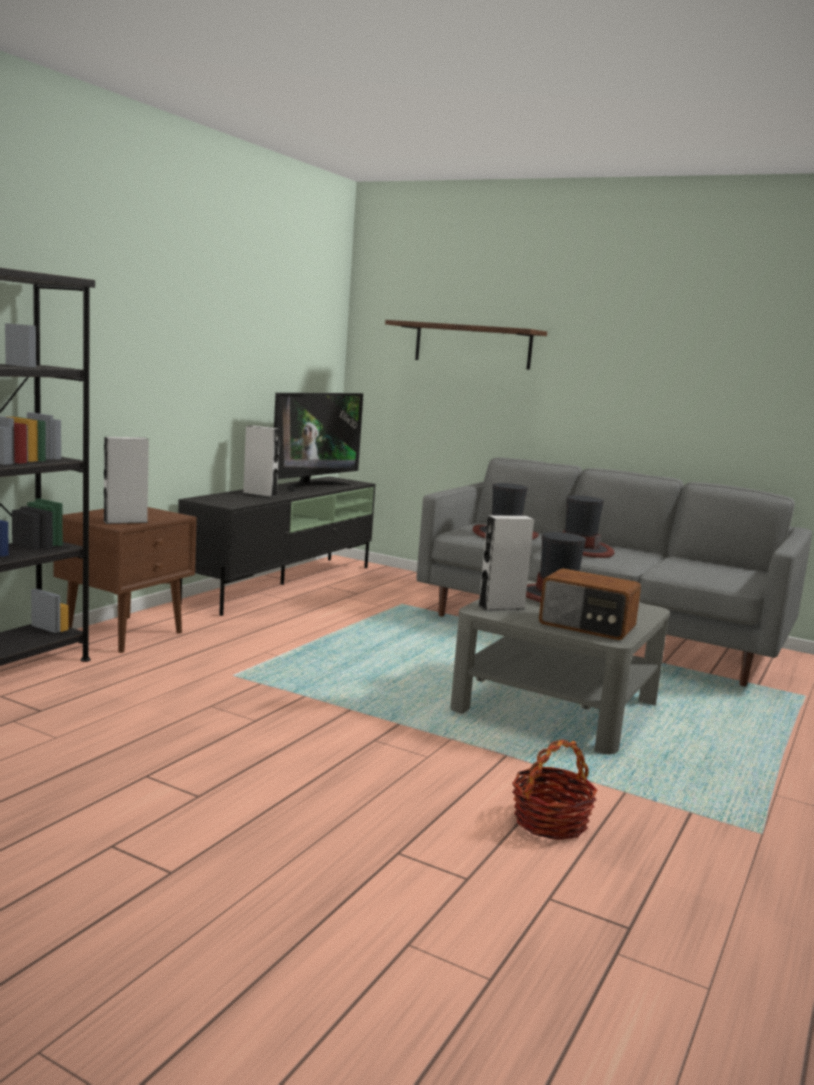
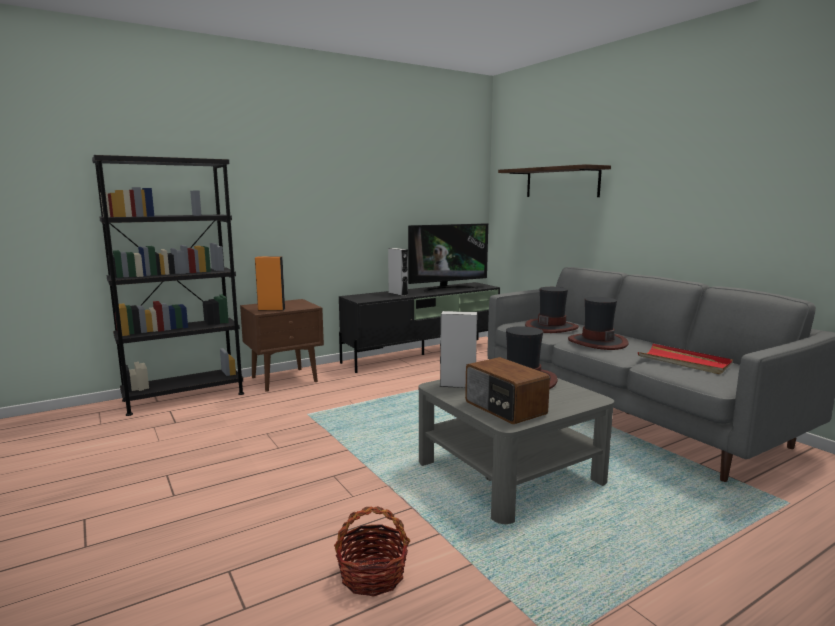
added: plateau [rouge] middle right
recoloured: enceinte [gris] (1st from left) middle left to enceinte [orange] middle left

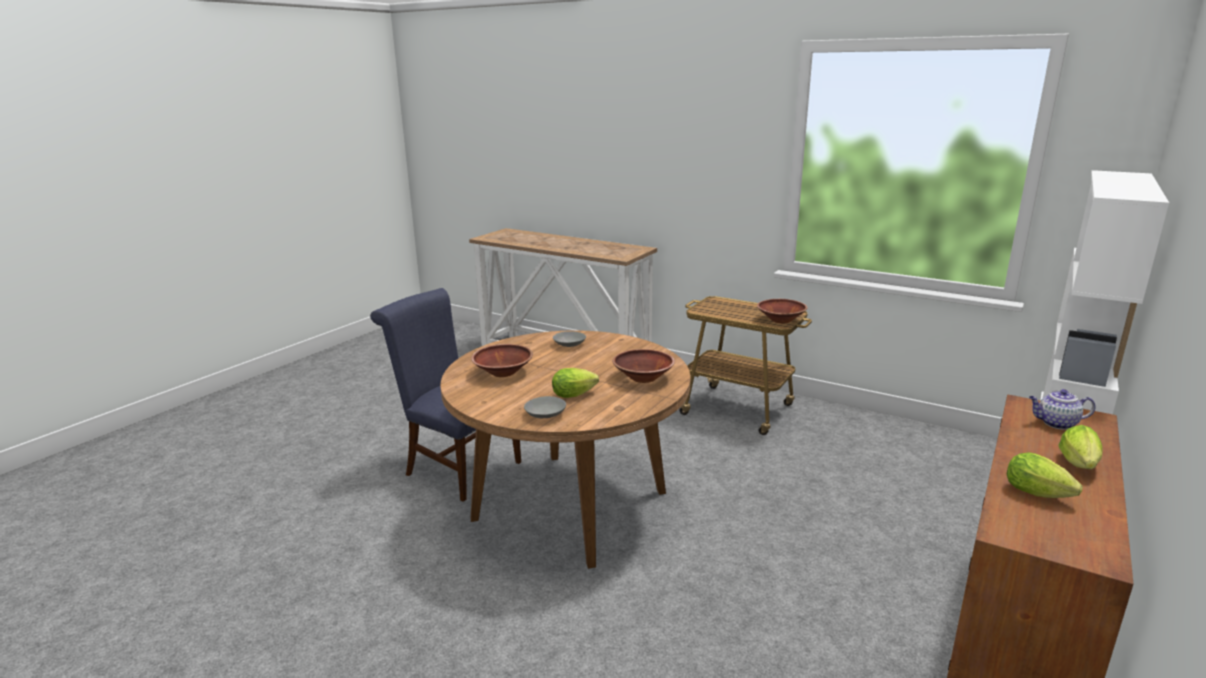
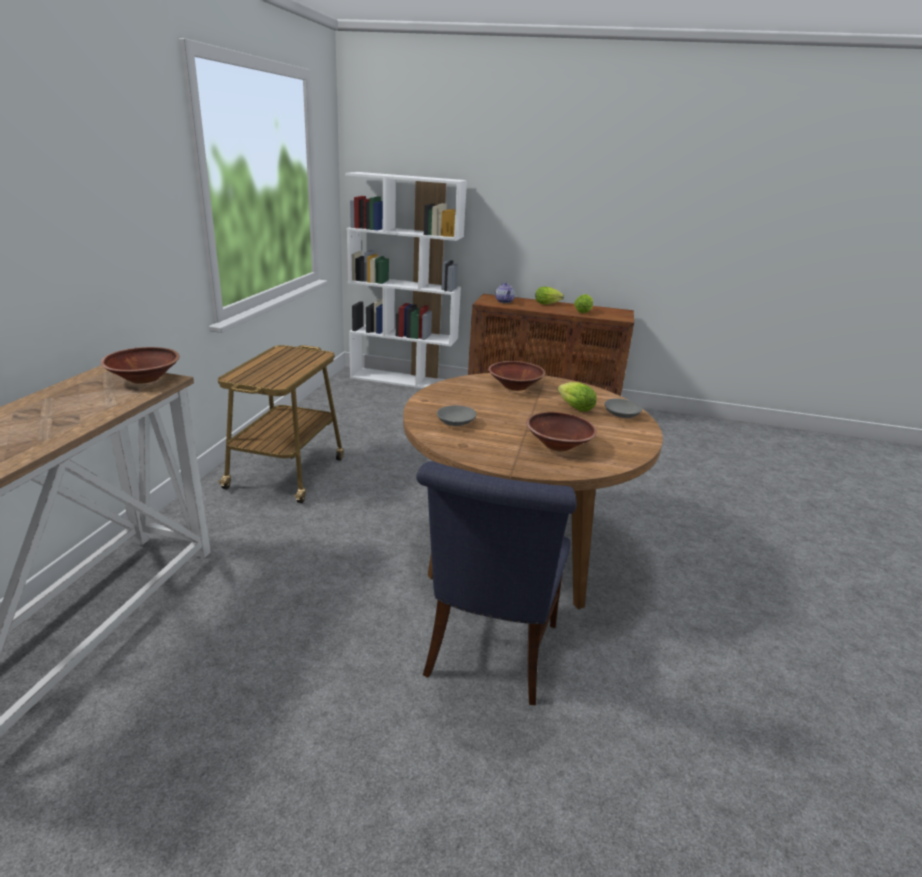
moved: bol [marron] (3rd from left in the first image) centre to bol [marron] (1st from left) middle left

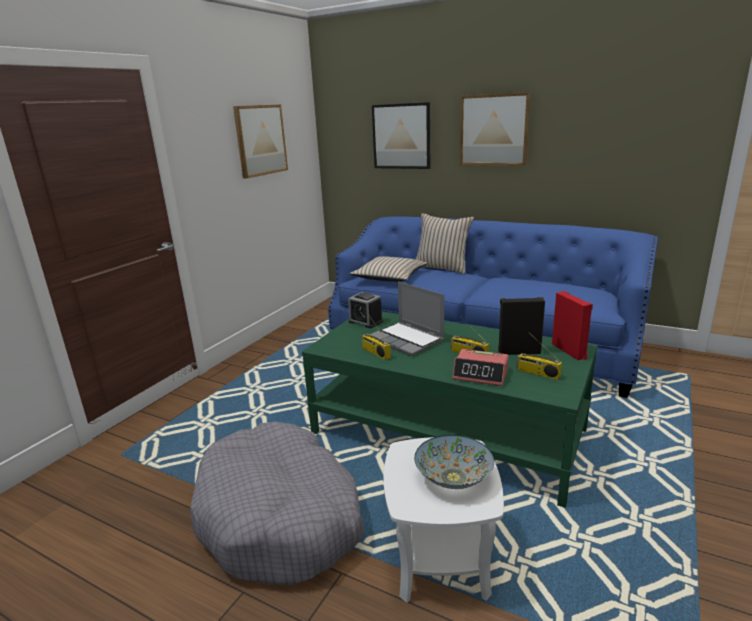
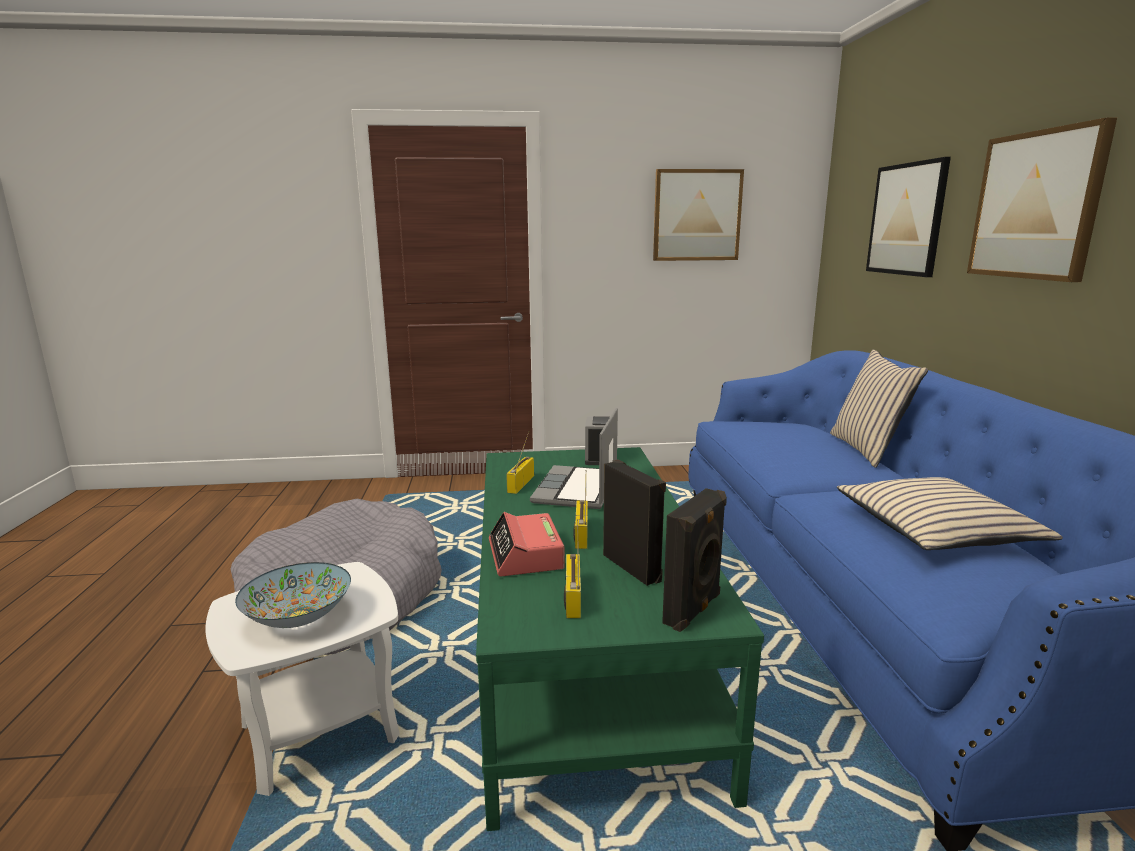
moved: coussin [beige] (1st from left in the first image) centre to coussin [beige] (2nd from left) middle right
recoloured: enceinte [rouge] middle right to enceinte [noir] (2nd from left) centre

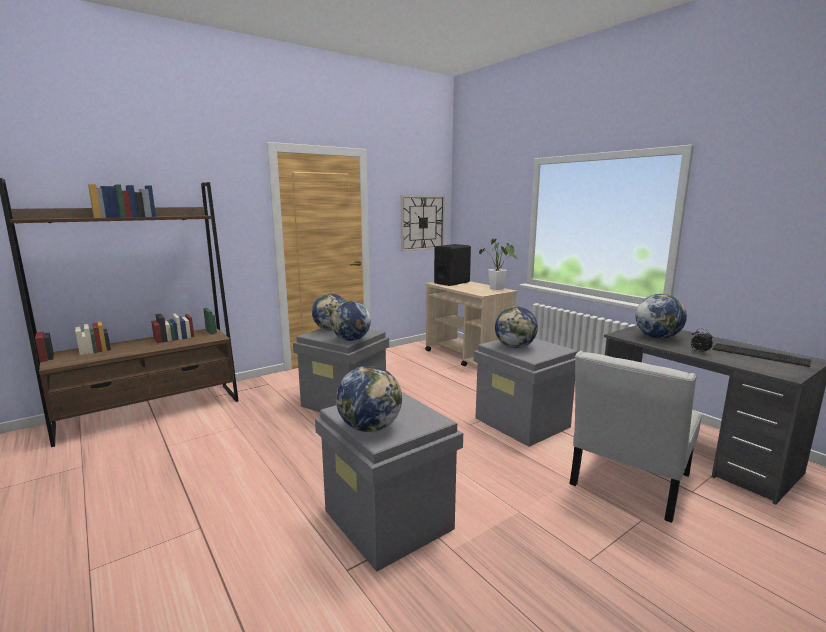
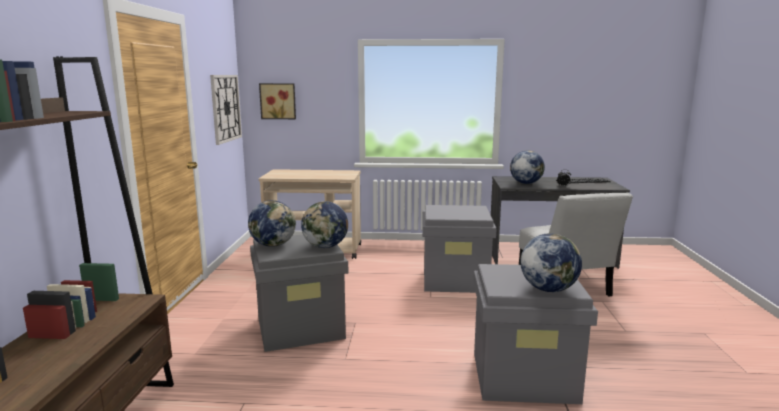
removed: enceinte [noir] centre; plante en pot centre; globe (4th from left) centre
added: tableau top centre

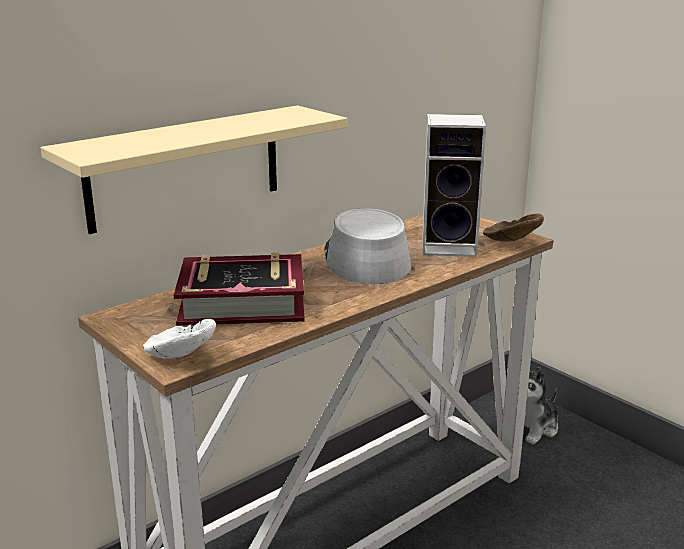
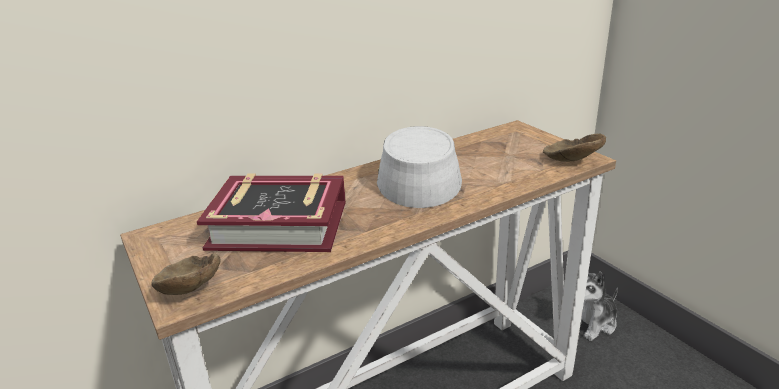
removed: étagère [beige] top left; enceinte centre
recoloured: bol [blanc] middle left to bol [marron] (1st from left) bottom left

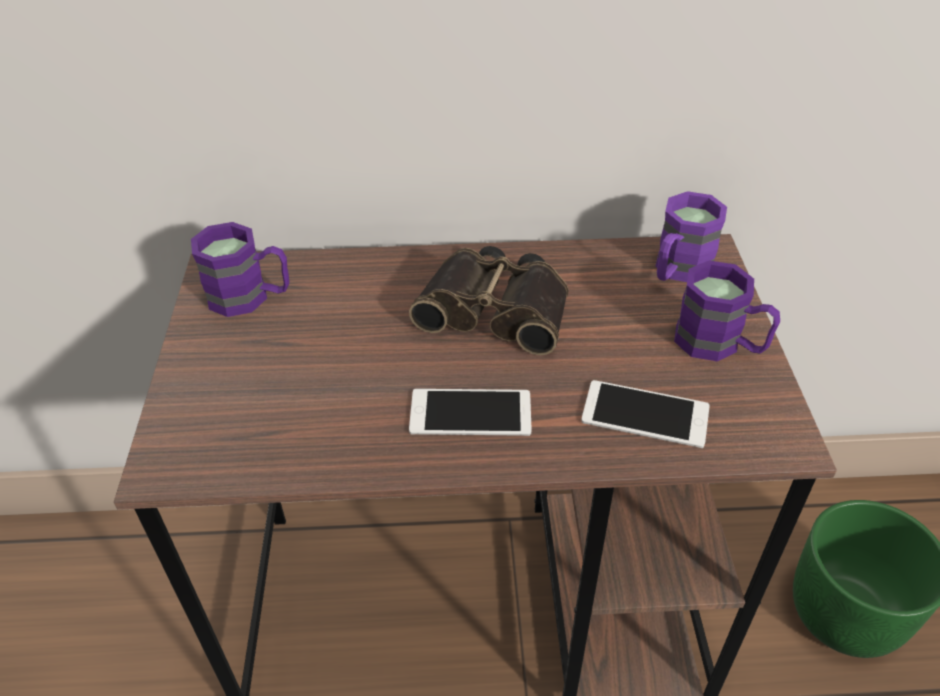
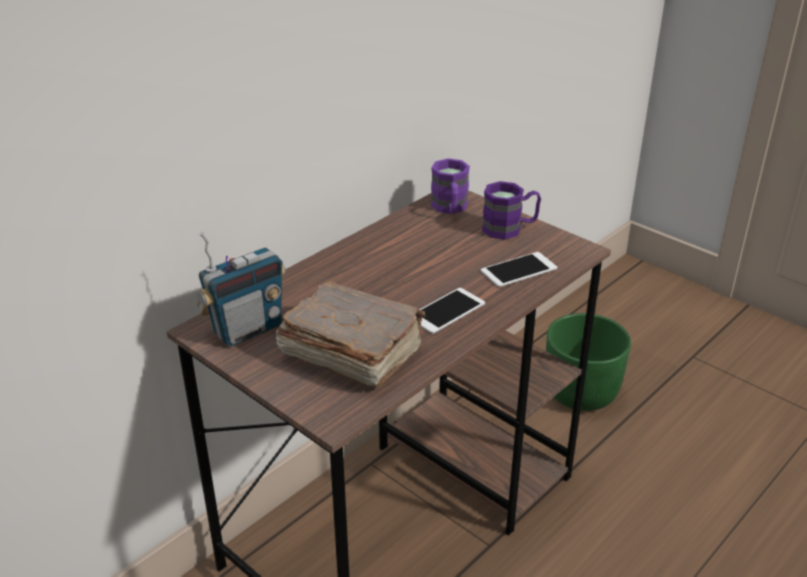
removed: jumelles centre
added: livre [marron] centre
replaced: mug [violet] (1st from left) middle left to radio middle left

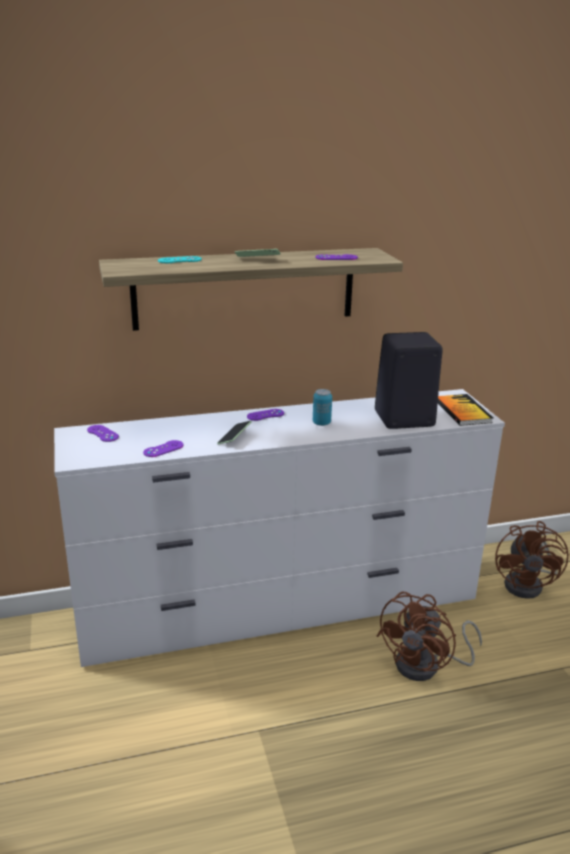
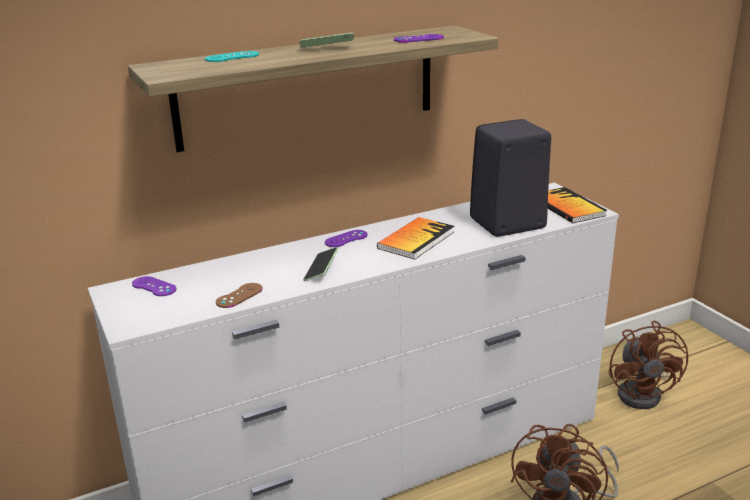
replaced: boîte métallique centre to livre (1st from left) centre
recoloured: manette [violet] (2nd from left) middle left to manette [marron] middle left

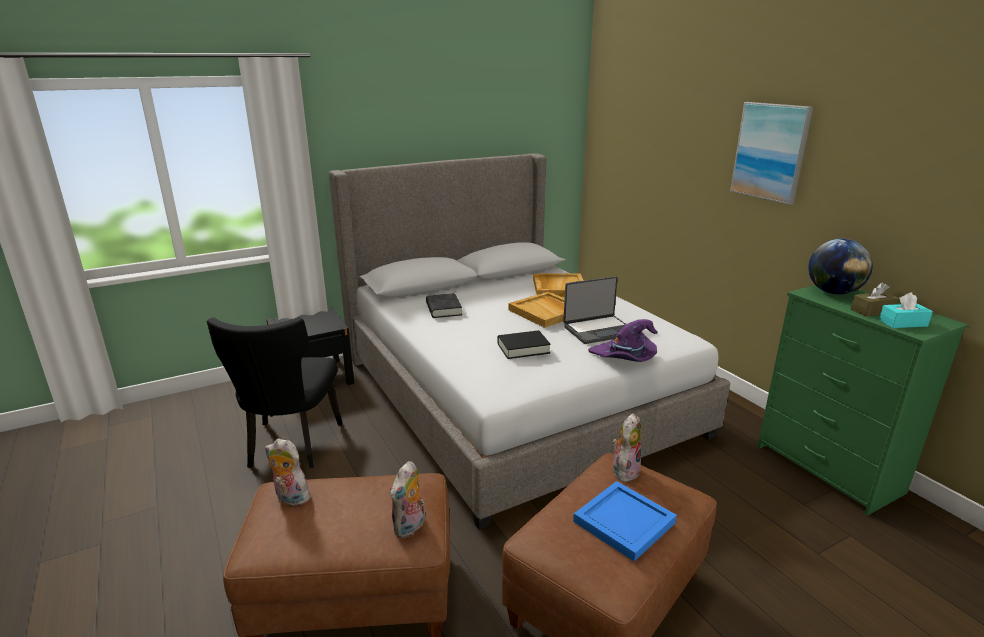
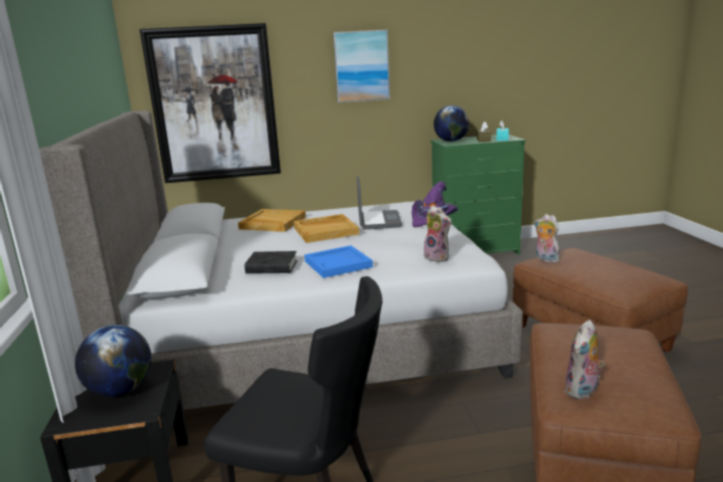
removed: livre [noir] (2nd from left) centre
added: globe (1st from left) bottom left; tableau (1st from left) top left
moved: peluche (2nd from left in the first image) bottom centre to peluche (1st from left) centre; plateau [bleu] bottom centre to centre

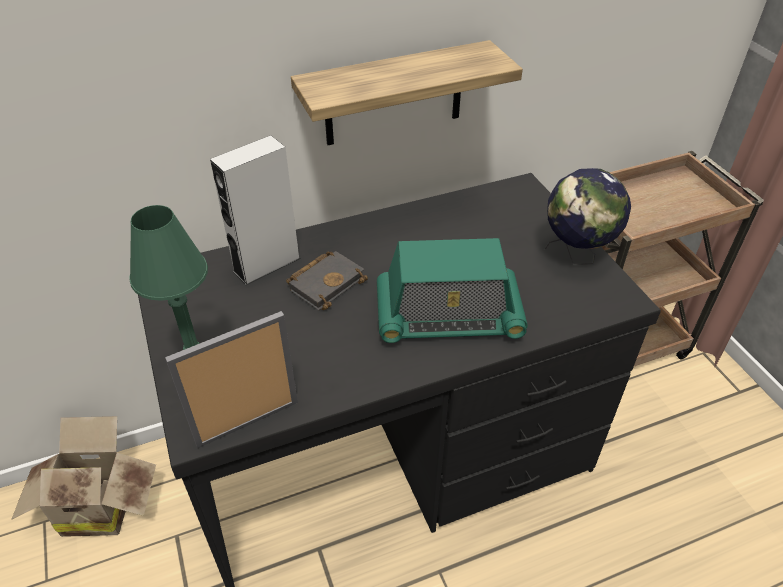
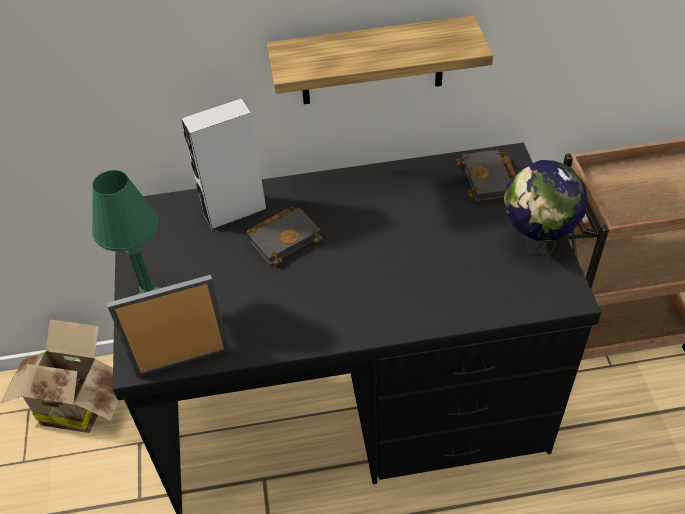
removed: radio centre
added: livre [noir] (2nd from left) middle right

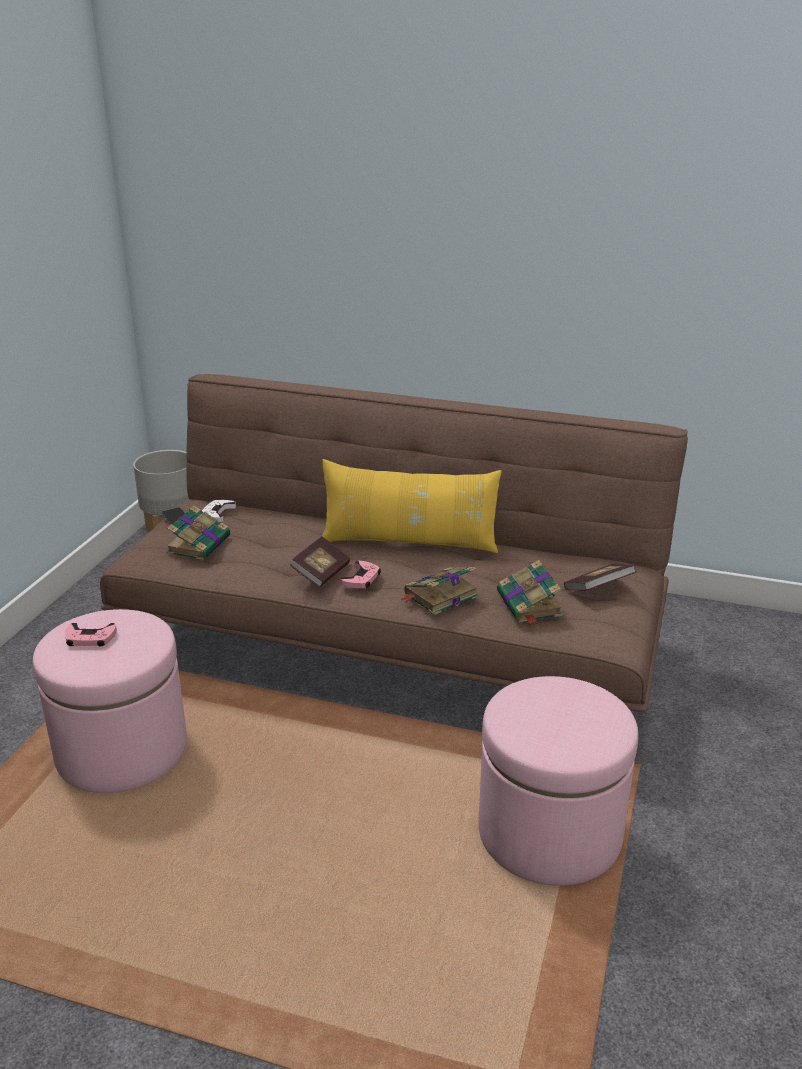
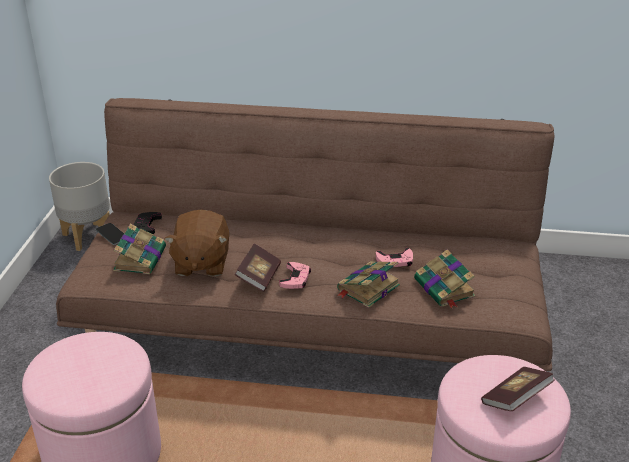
removed: coussin [jaune] centre
added: peluche [marron] middle left
moved: manette [rose] (1st from left in the first image) middle left to manette [rose] (2nd from left) centre; livre (5th from left) middle right to bottom right
recoloured: manette [blanc] middle left to manette [noir] middle left

